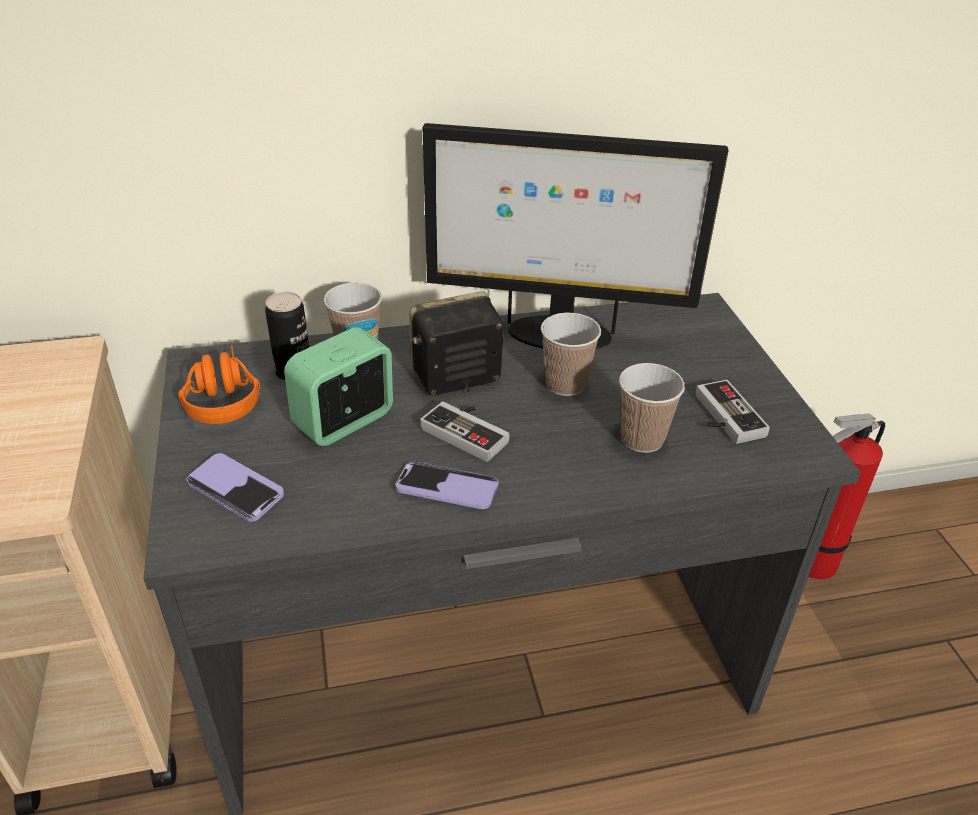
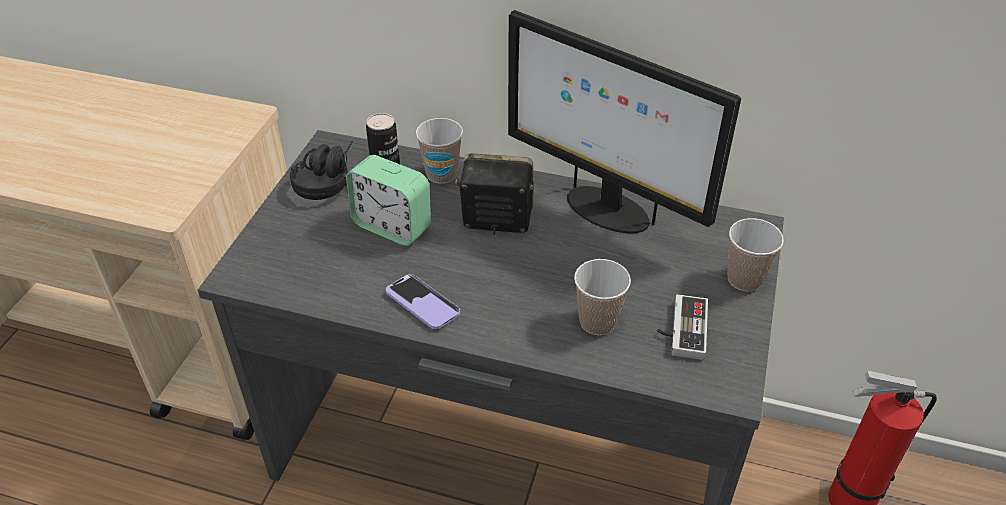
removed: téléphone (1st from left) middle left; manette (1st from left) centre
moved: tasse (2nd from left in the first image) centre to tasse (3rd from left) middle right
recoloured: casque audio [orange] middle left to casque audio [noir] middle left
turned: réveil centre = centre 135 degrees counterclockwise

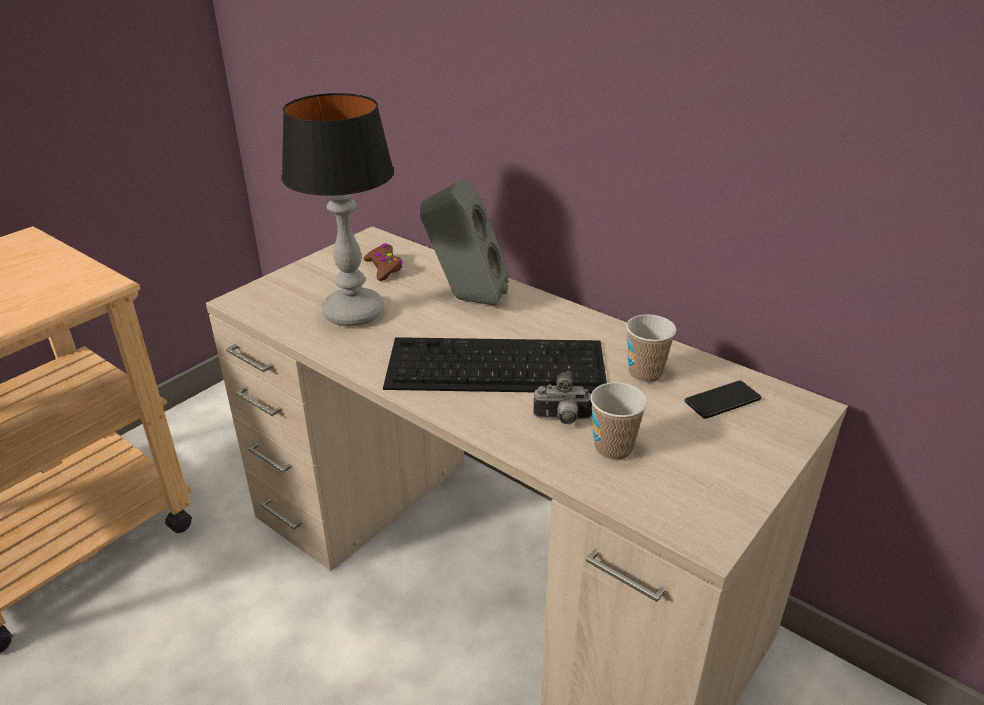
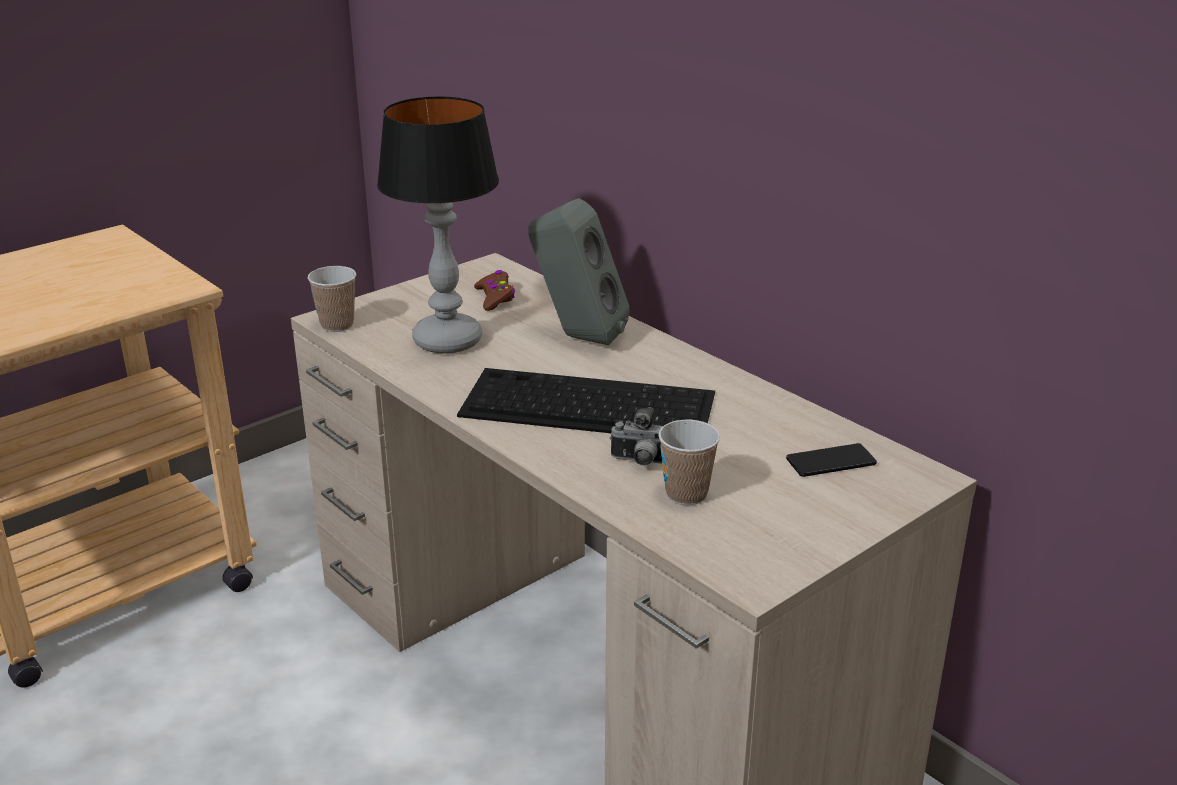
moved: tasse (2nd from left in the first image) centre to tasse (1st from left) middle left

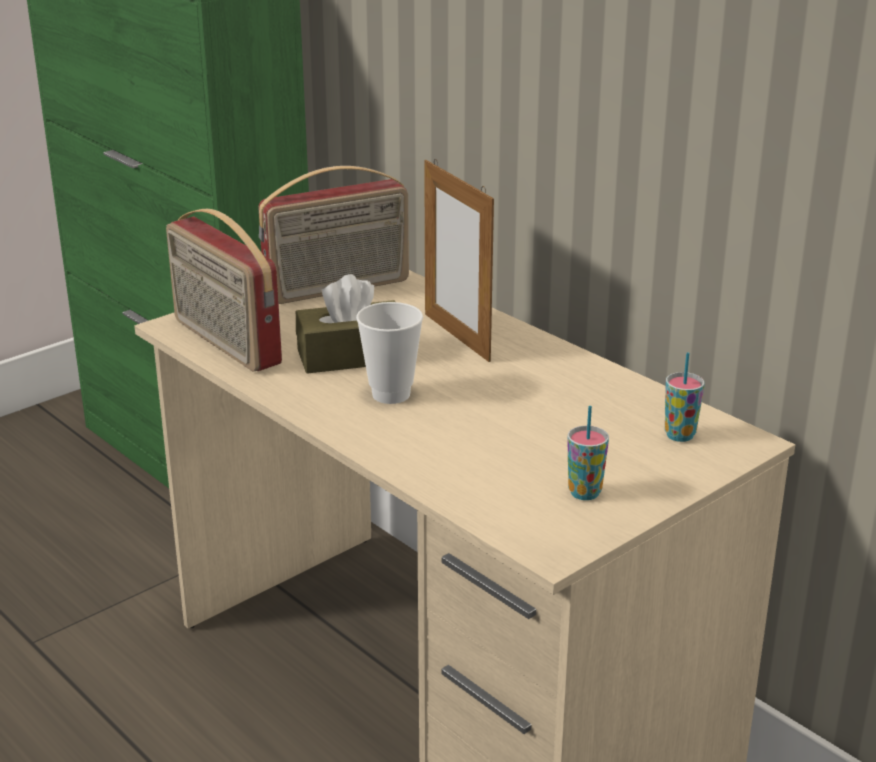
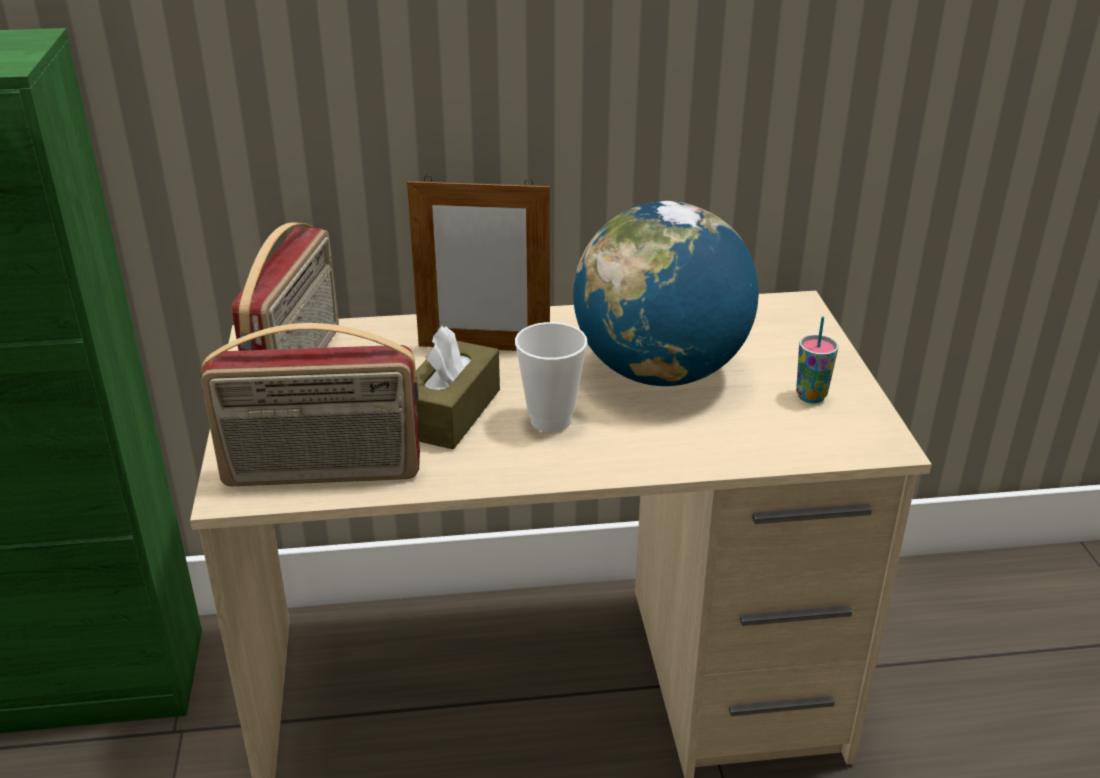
removed: tasse (3rd from left) middle right
added: globe centre

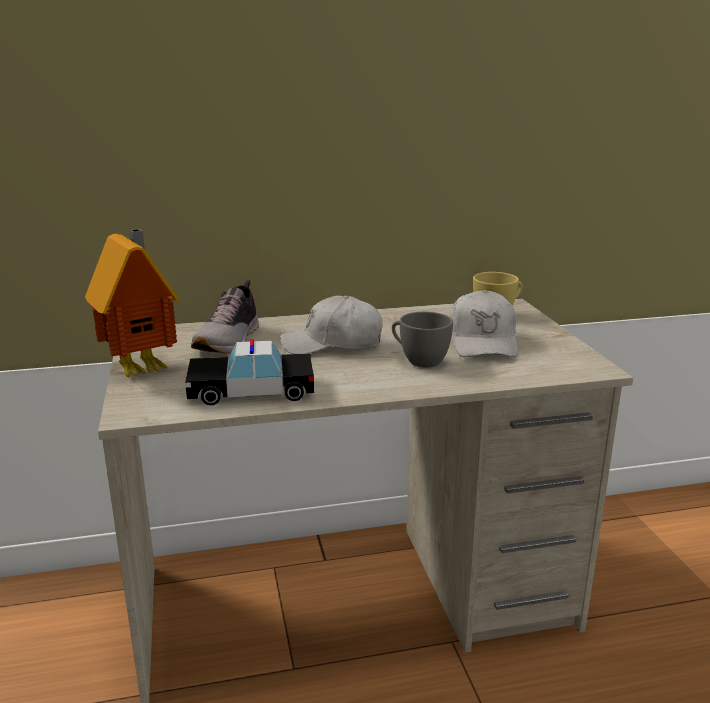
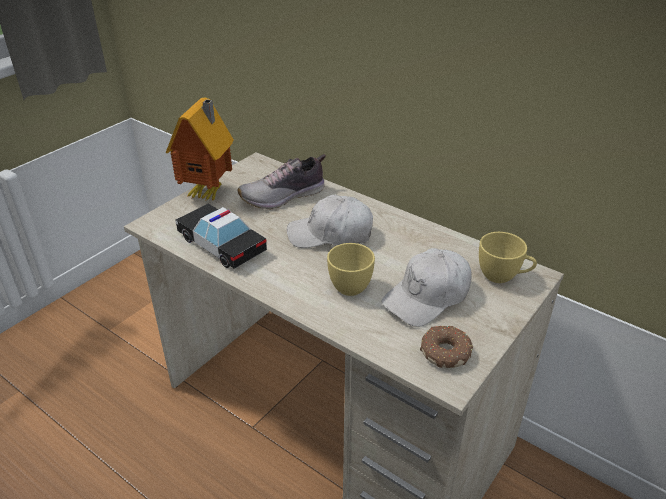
added: beignet bottom right
recoloured: tasse [gris] centre to tasse [jaune] (1st from left) centre
turned: casquette [blanc] (1st from left) centre = centre 45 degrees counterclockwise

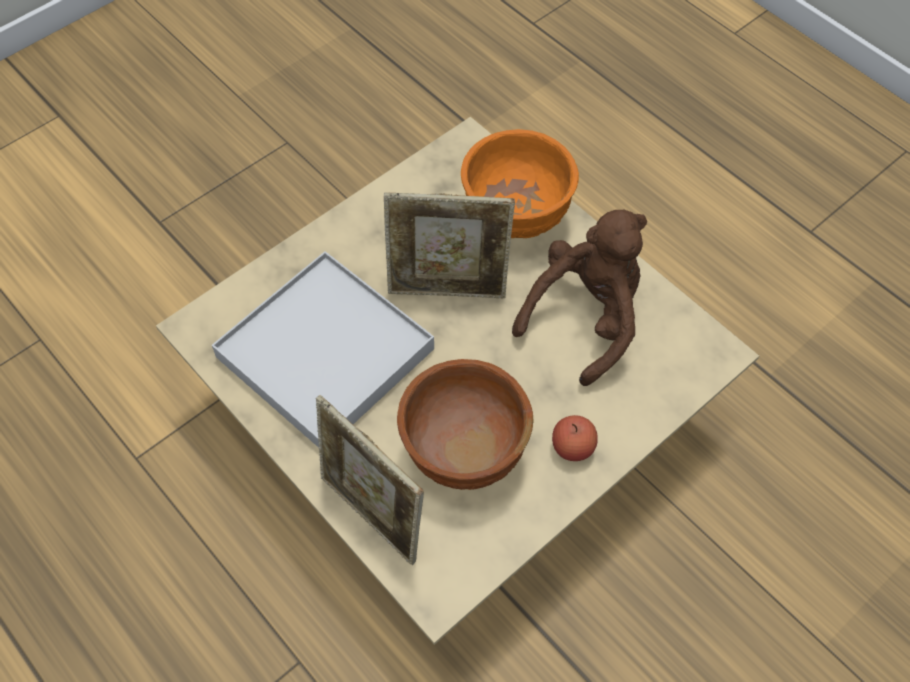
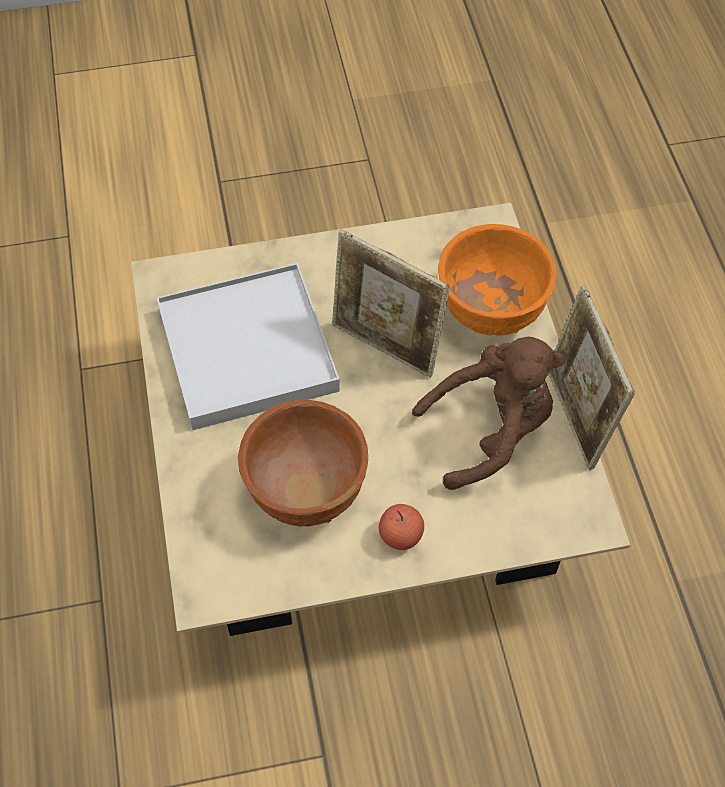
moved: cadre photo (1st from left in the first image) bottom centre to cadre photo (2nd from left) middle right

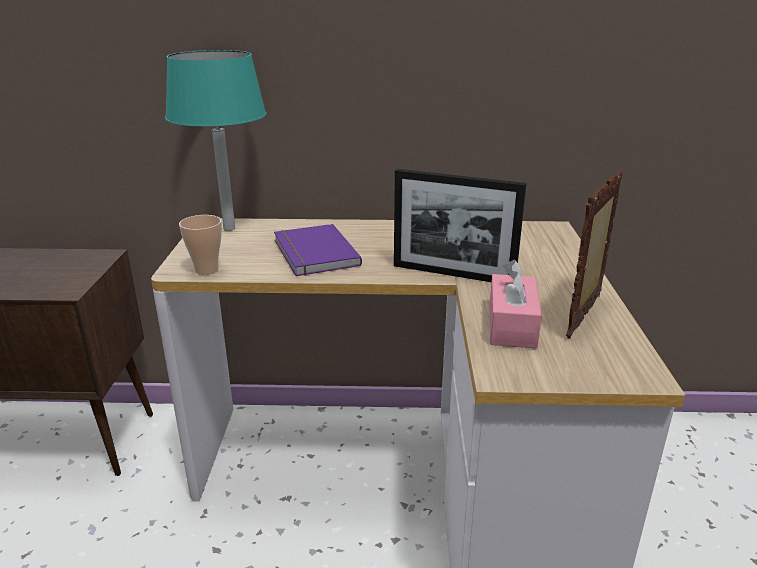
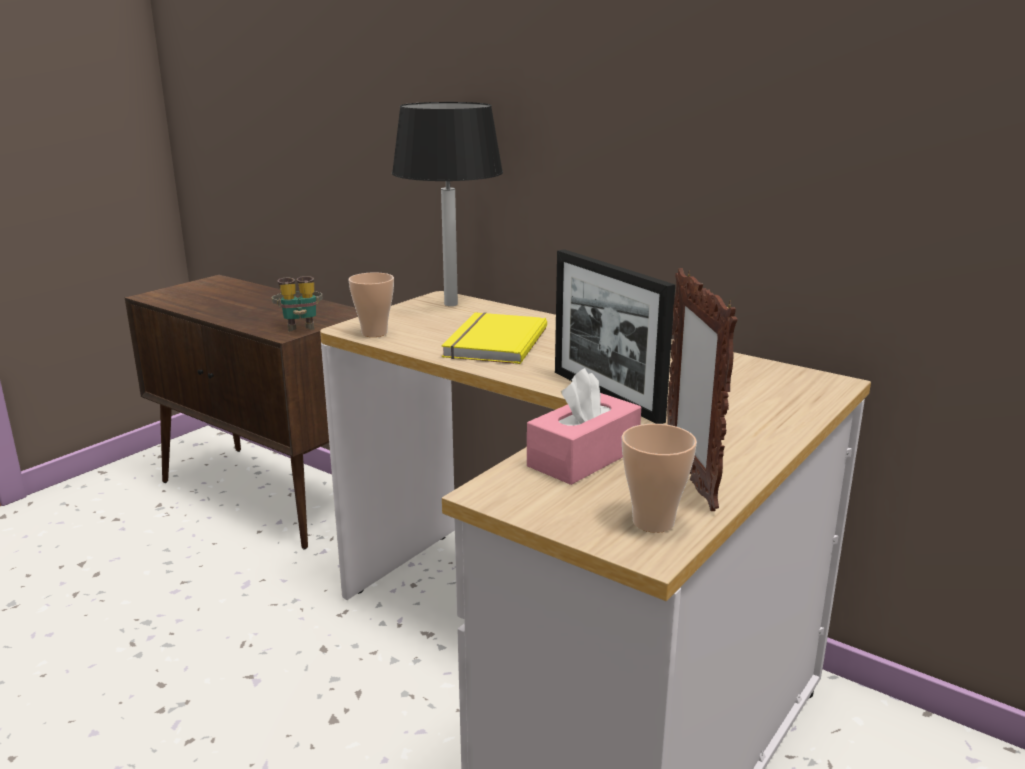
added: jumelles middle left; tasse (2nd from left) centre
recoloured: lampe de table [turquoise] top left to lampe de table [noir] top centre; livre [violet] centre to livre [jaune] centre
turned: cadre photo (2nd from left) middle right = middle right 75 degrees counterclockwise

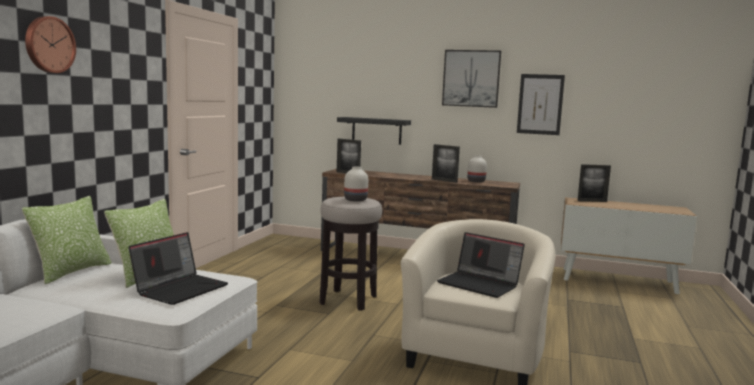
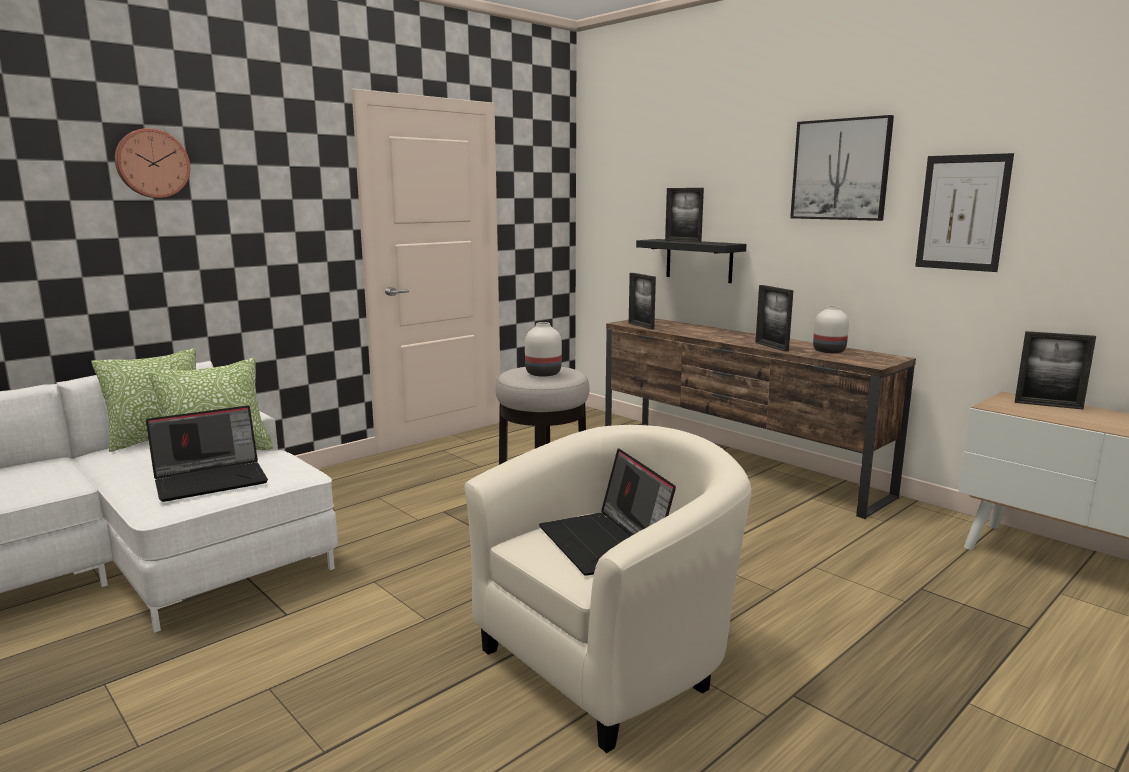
added: cadre photo (2nd from left) top centre

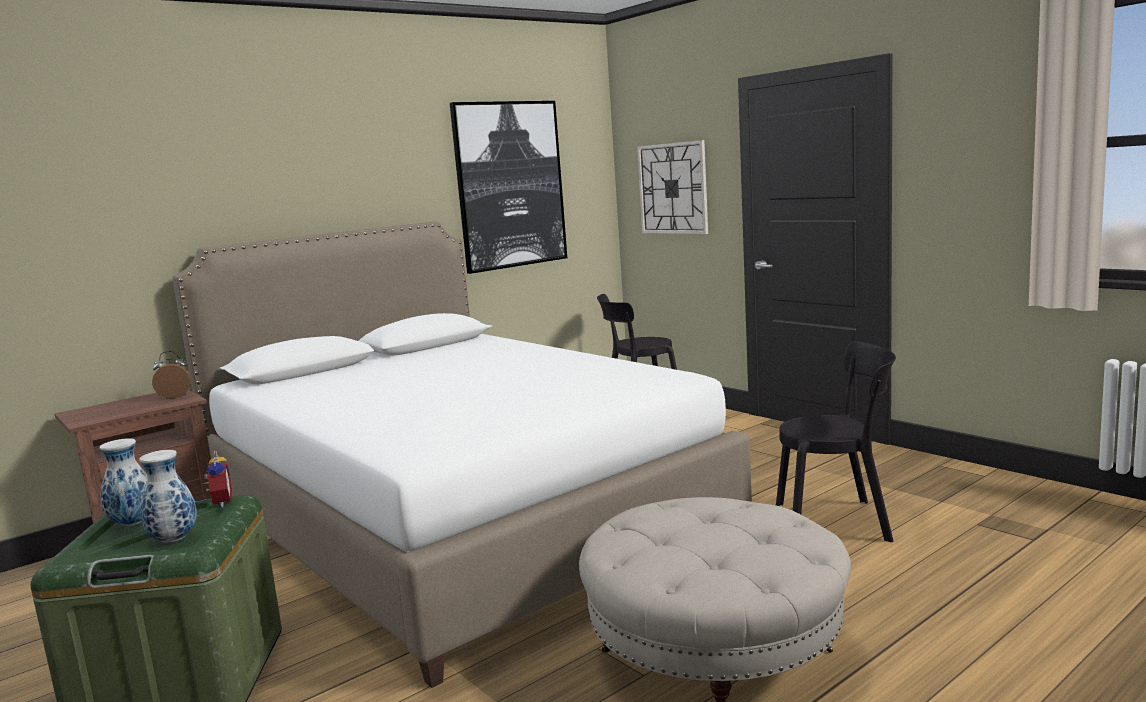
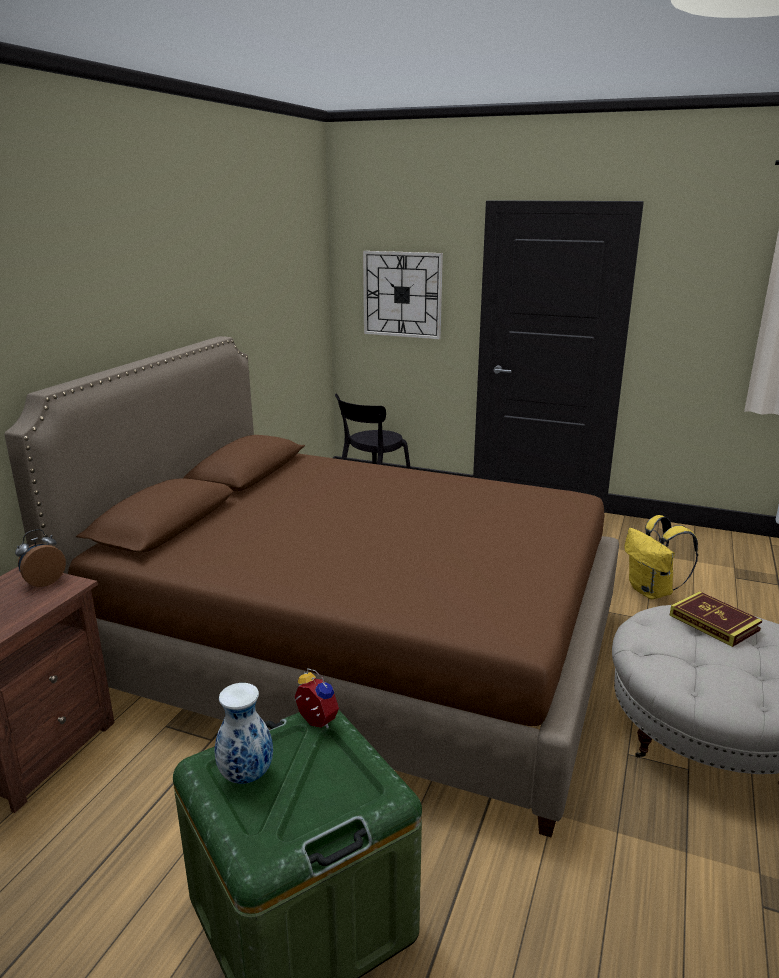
removed: vase (2nd from left) bottom left; tableau top centre
added: livre middle right
replaced: chaise [noir] (2nd from left) middle right to sac à dos [jaune] middle right
recoloured: lit [blanc] centre to lit [marron] centre

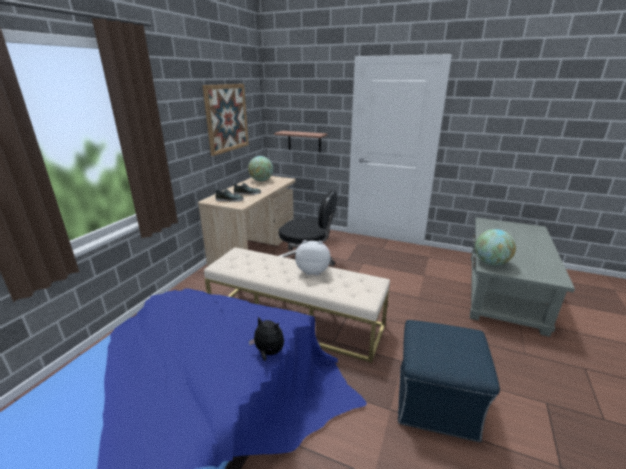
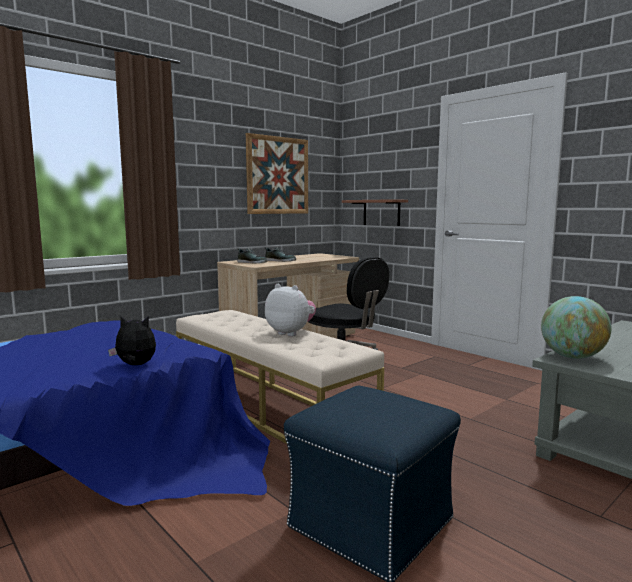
removed: globe (1st from left) centre
turned: peluche (1st from left) bottom centre = middle left 45 degrees counterclockwise

